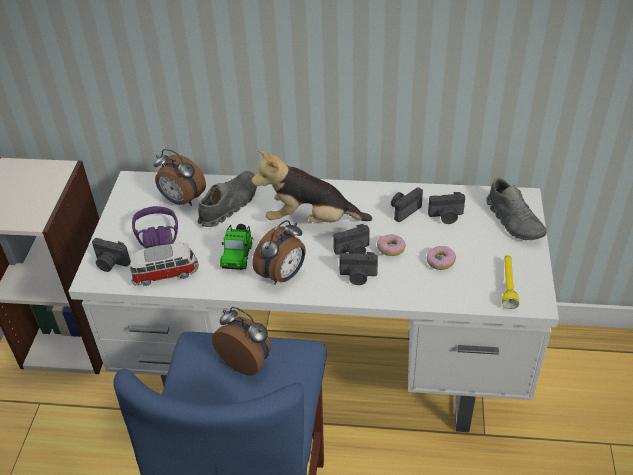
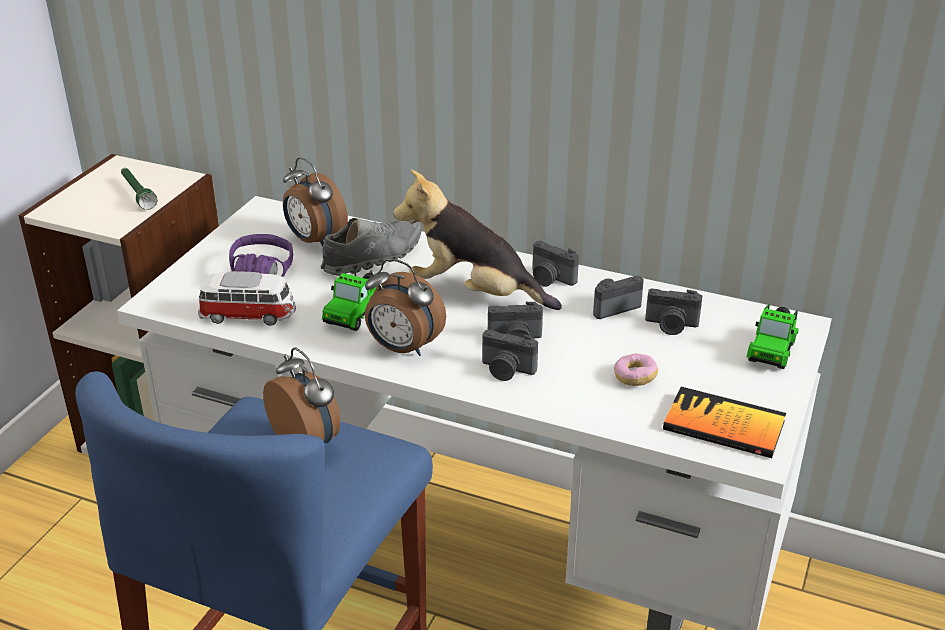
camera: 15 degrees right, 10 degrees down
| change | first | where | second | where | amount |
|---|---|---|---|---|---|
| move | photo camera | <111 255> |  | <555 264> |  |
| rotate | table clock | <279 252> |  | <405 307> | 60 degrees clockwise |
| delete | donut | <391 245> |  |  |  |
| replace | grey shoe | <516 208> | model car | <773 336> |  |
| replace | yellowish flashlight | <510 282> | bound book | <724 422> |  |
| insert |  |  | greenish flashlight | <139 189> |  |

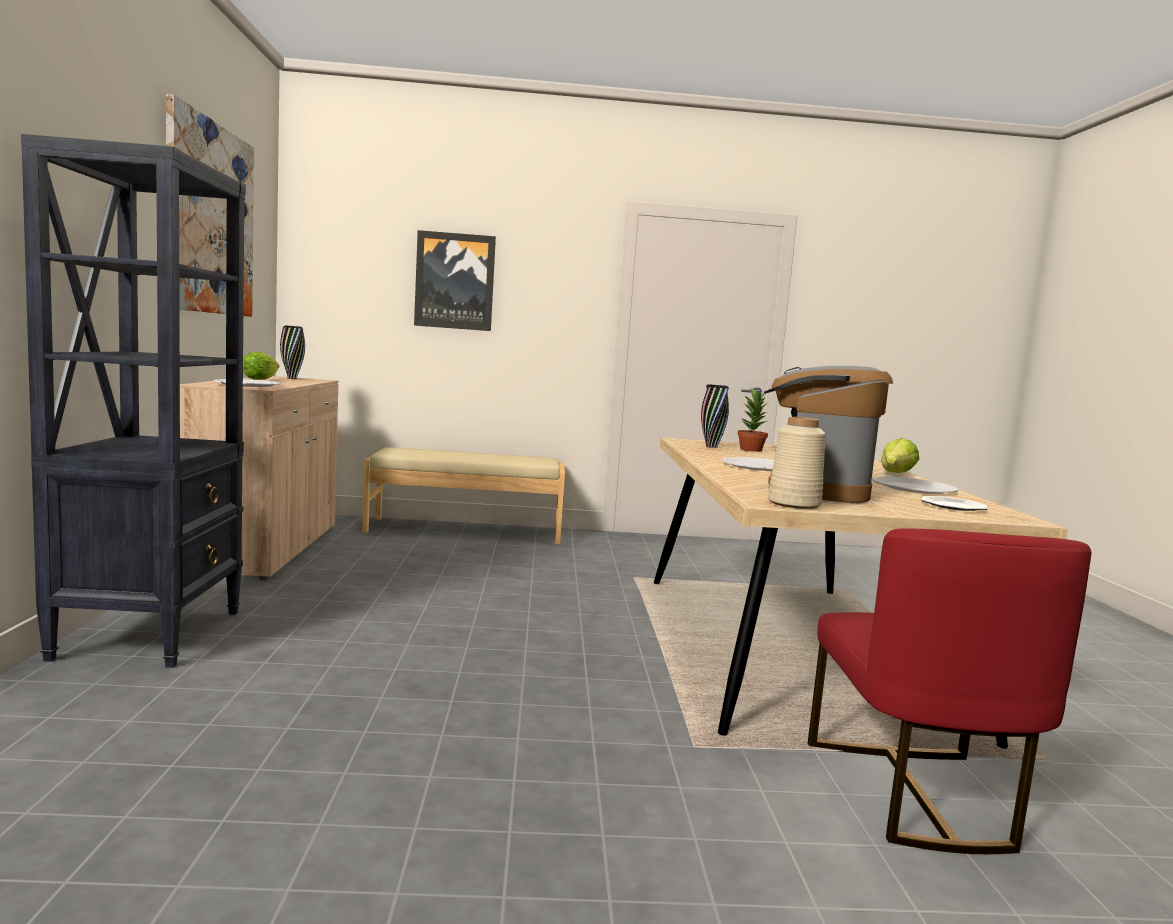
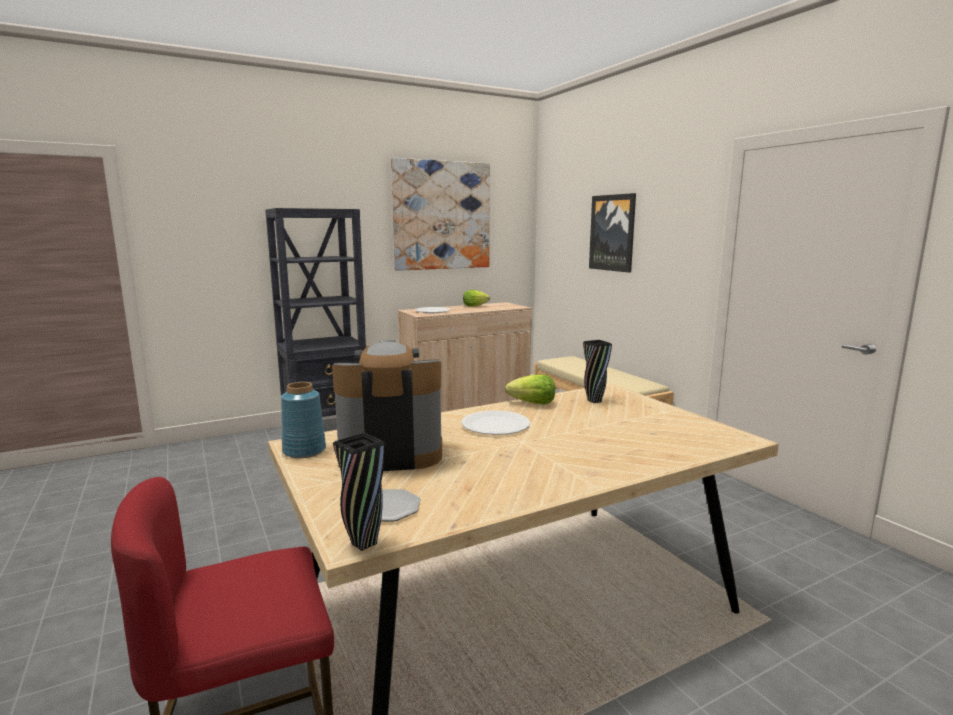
camera: 65 degrees right, 5 degrees up
| change | first | where | second | where | amount |
|---|---|---|---|---|---|
| move | blackish decorative vase | <292 352> |  | <359 491> |  |
| delete | potted plant | <753 420> |  |  |  |
| recolor | beige decorative vase | <797 463> | bluish decorative vase | <303 420> |  |
| delete | white-coloured dinner plate | <915 485> |  |  |  |
| move | lettuce | <900 455> |  | <530 389> |  |

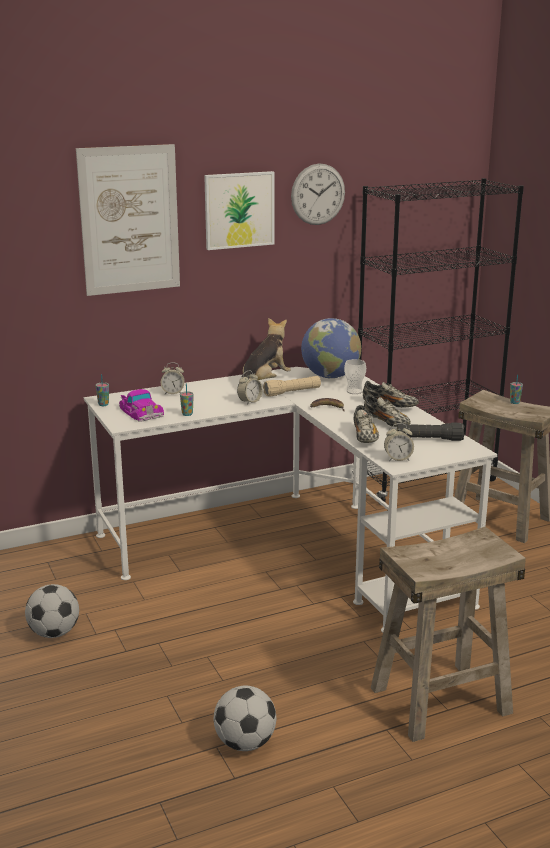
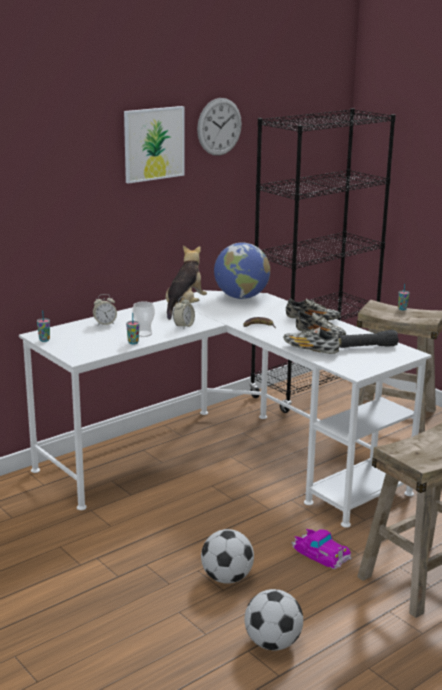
camera: 15 degrees left, 0 degrees up
| change | first | where | second | where | amount |
|---|---|---|---|---|---|
| move | ball for football | <52 611> |  | <227 556> |  |
| delete | picture | <128 220> |  |  |  |
| move | model car | <141 405> |  | <321 549> |  |
| delete | beige flashlight | <292 386> |  |  |  |
| move | cup | <355 376> |  | <143 319> |  |
| rotate | shoe | <366 424> |  | <311 340> | 135 degrees clockwise |
| delete | table clock | <399 442> |  |  |  |

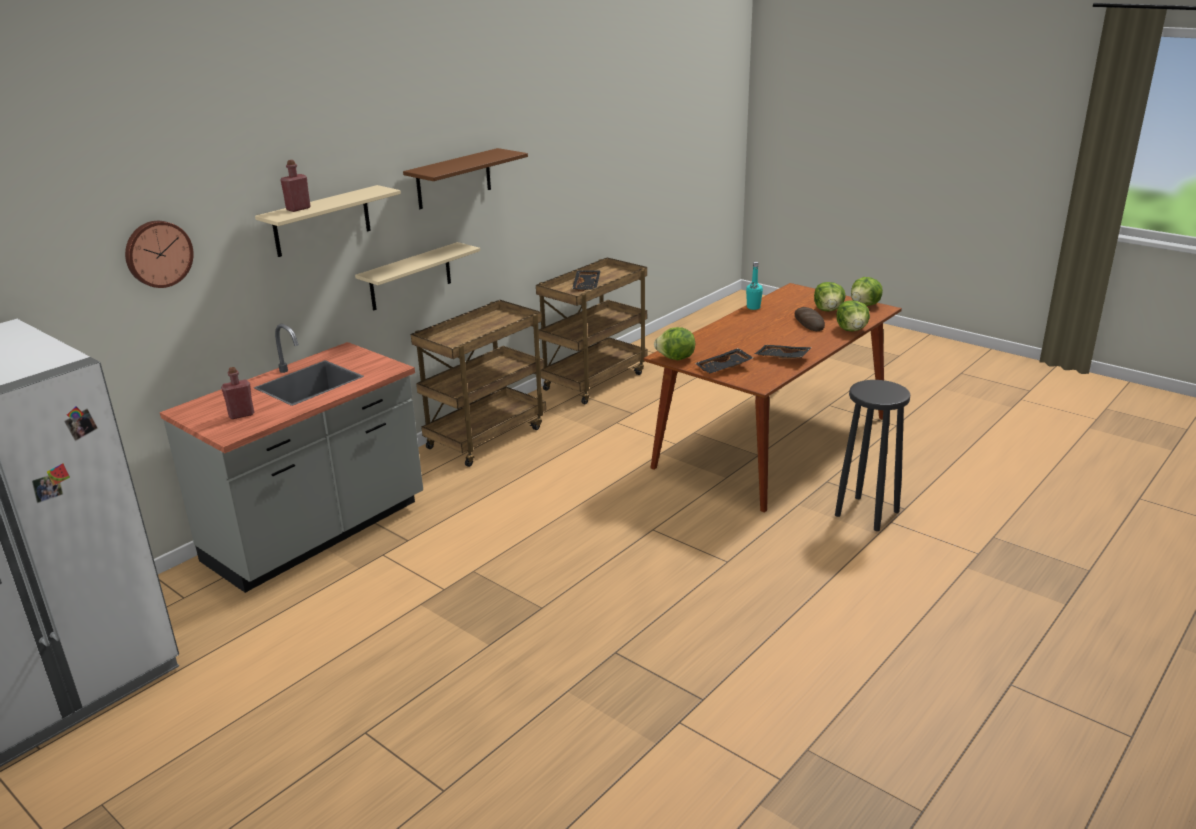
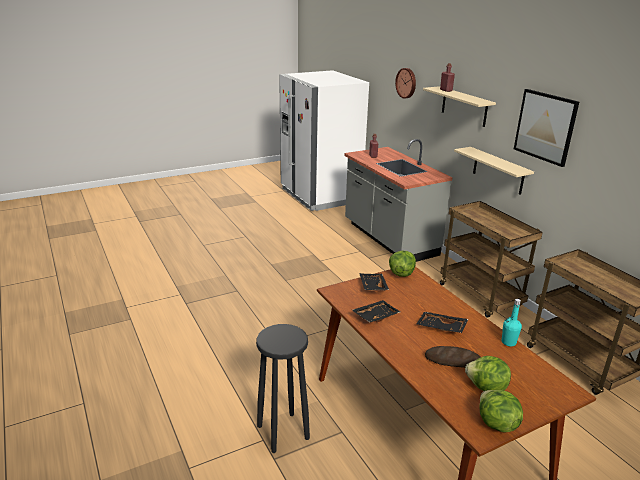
camera: 110 degrees right, 0 degrees up
| change | first | where | second | where | amount |
|---|---|---|---|---|---|
| replace | brown-coloured wall shelf | <465 178> | picture | <546 128> |  |
| move | blackish tray | <586 281> |  | <442 322> |  |
| delete | lettuce | <853 315> |  |  |  |

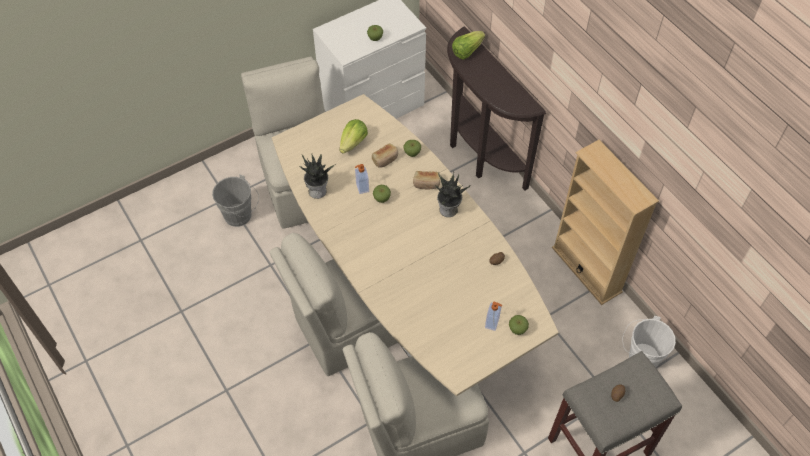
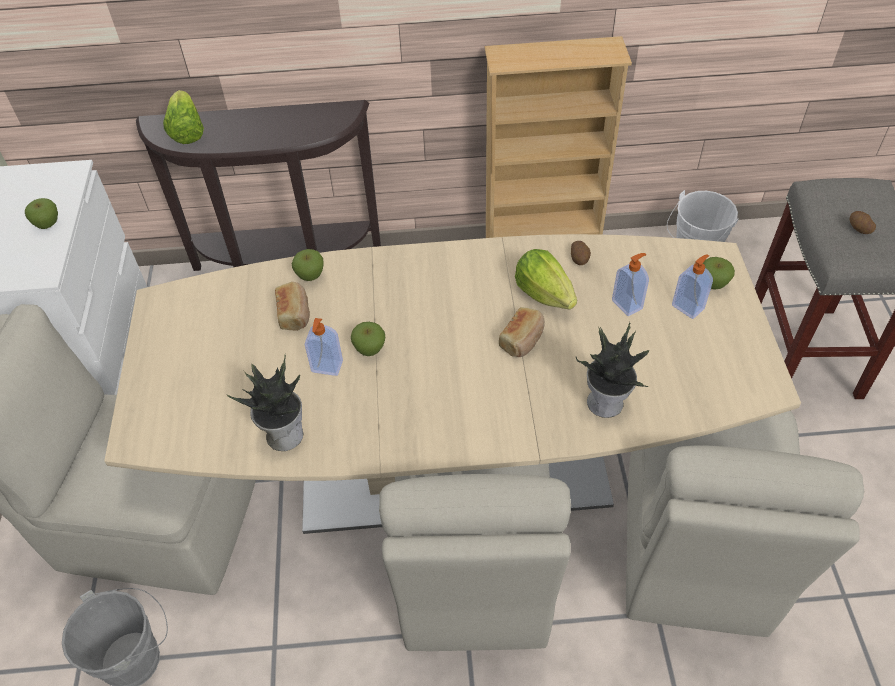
camera: 60 degrees left, 5 degrees down
| change | first | where | second | where | amount |
|---|---|---|---|---|---|
| move | lettuce | <354 136> |  | <546 279> |  |
| move | bread | <426 180> |  | <522 332> |  |
| move | potted plant | <452 195> |  | <612 370> |  |
| insert |  |  | soap dispenser | <630 284> |  |

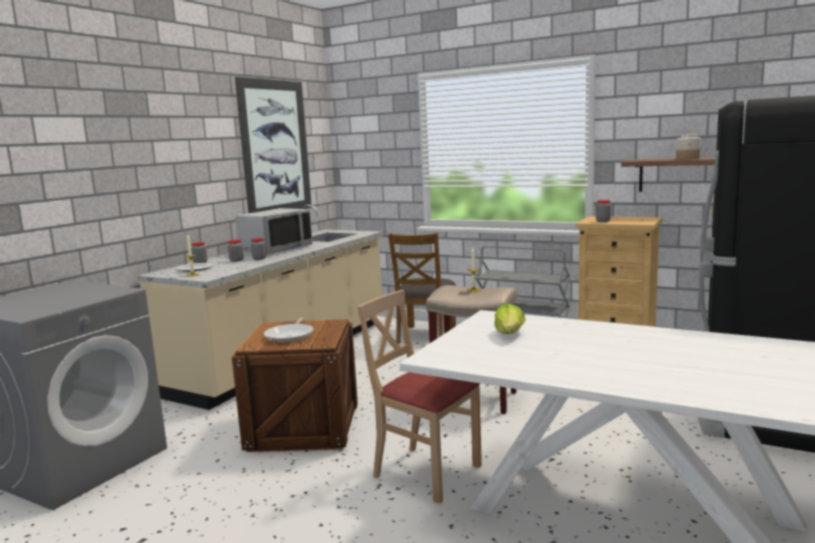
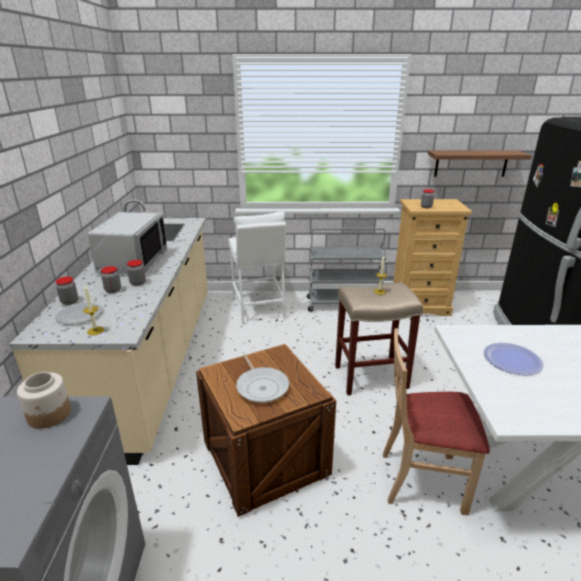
camera: 30 degrees left, 15 degrees up
| change | first | where | second | where | amount |
|---|---|---|---|---|---|
| delete | picture | <273 145> |  |  |  |
| replace | brown-coloured chair | <422 288> | white-coloured stool | <257 268> |  |
| replace | lettuce | <510 319> | dinner plate | <514 359> |  |
| move | storage jar | <688 146> |  | <44 400> |  |

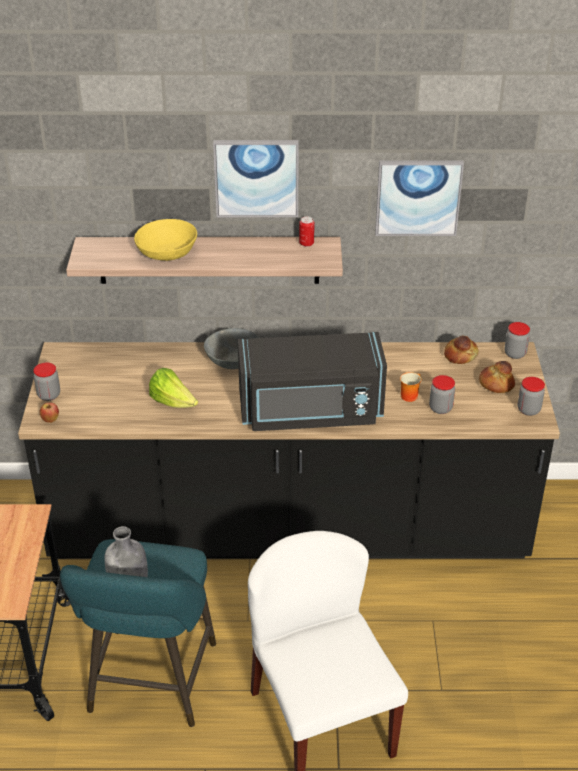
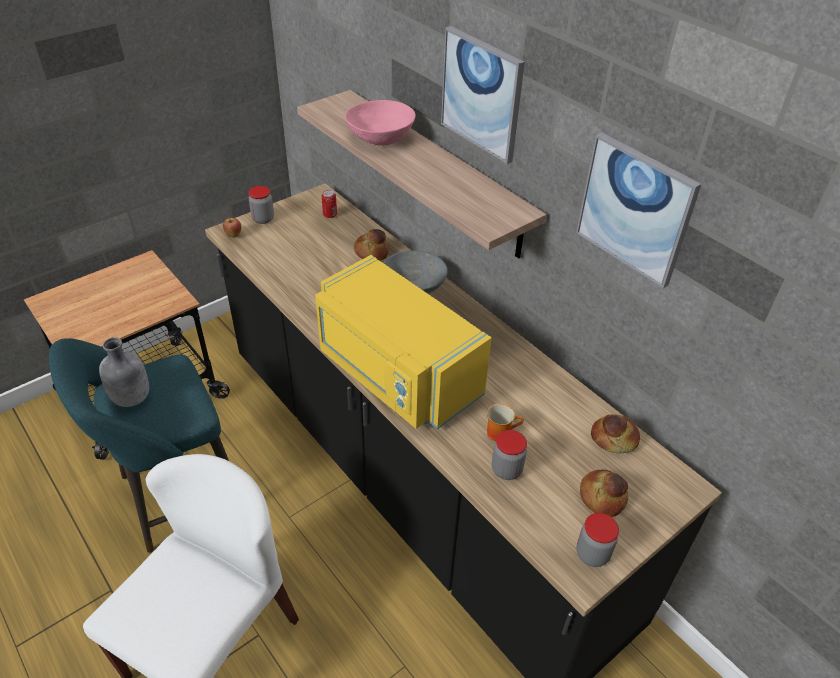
camera: 50 degrees right, 5 degrees up
| change | first | where | second | where | amount |
|---|---|---|---|---|---|
| recolor | yellowish deep dish | <165 240> | pink-coloured deep dish | <380 123> |  |
| delete | lettuce | <173 388> |  |  |  |
| recolor | blackish microwave | <312 381> | yellowish microwave | <403 342> |  |
| move | metal can | <307 232> |  | <329 204> |  |
| delete | storage jar | <517 340> |  |  |  |
| insert |  |  | bread | <371 245> |  |

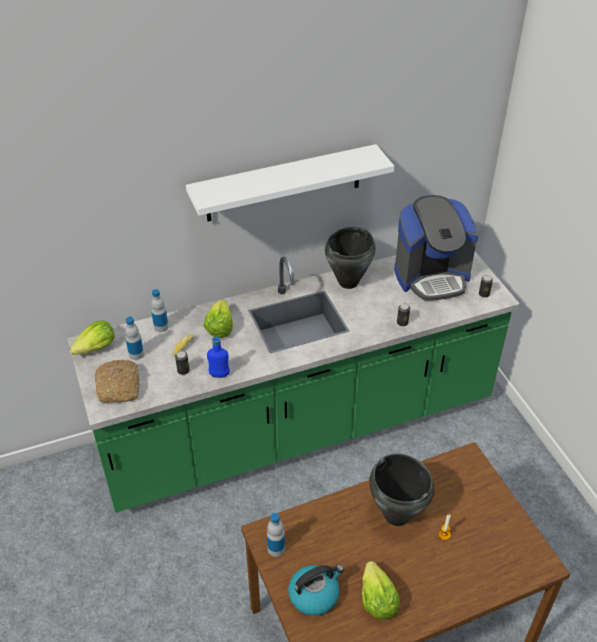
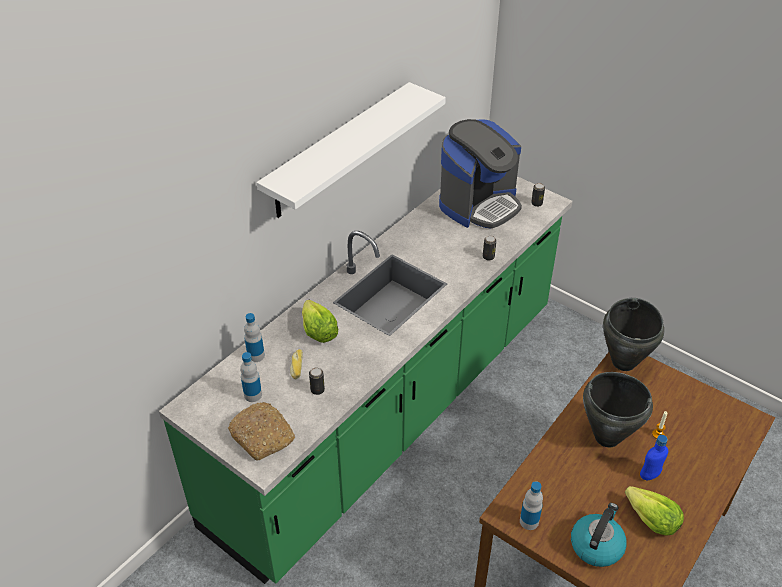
camera: 30 degrees left, 0 degrees up
| change | first | where | second | where | amount |
|---|---|---|---|---|---|
| delete | lettuce | <91 337> |  |  |  |
| move | bluish drink bottle | <218 357> |  | <654 457> |  |
| move | blackish cooking pot | <350 258> |  | <633 334> |  |

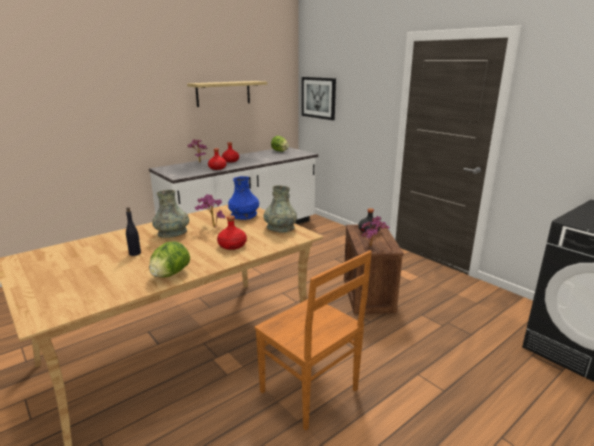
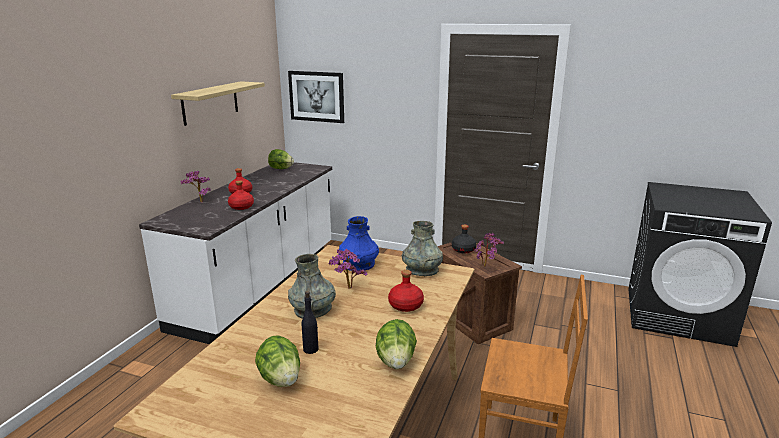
camera: 30 degrees left, 0 degrees up
| change | first | where | second | where | amount |
|---|---|---|---|---|---|
| insert |  |  | lettuce | <277 361> |  |

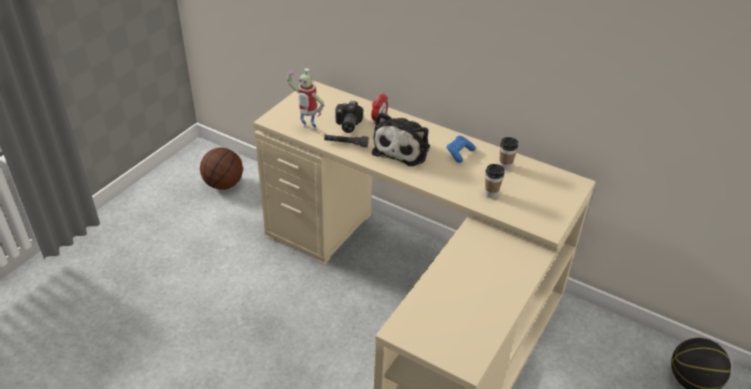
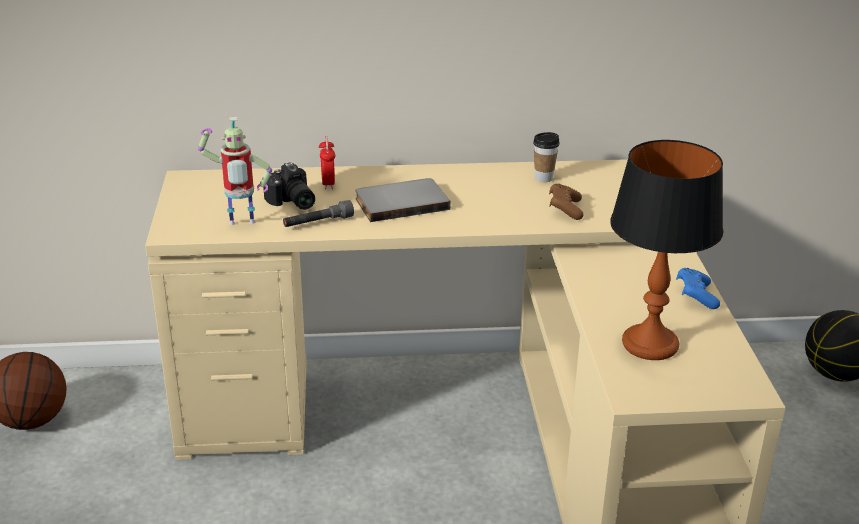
camera: 35 degrees left, 10 degrees down
| change | first | where | second | where | amount |
|---|---|---|---|---|---|
| replace | cuddly toy | <401 139> | grey bound book | <402 200> |  |
| move | bluish joypad | <461 149> |  | <698 288> |  |
| replace | cup | <495 181> | brown-coloured joypad | <566 202> |  |
| insert |  |  | tabletop lamp | <666 250> |  |

